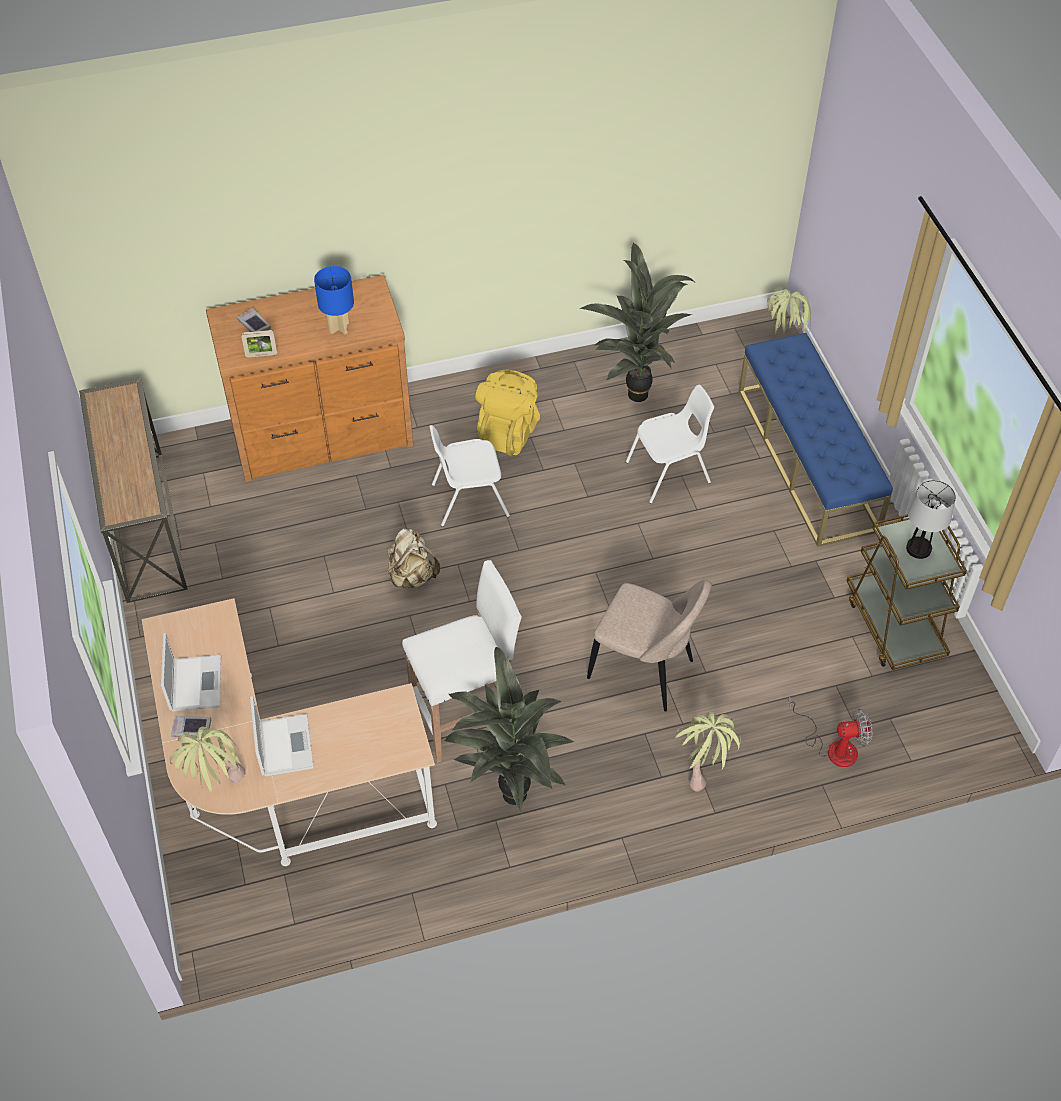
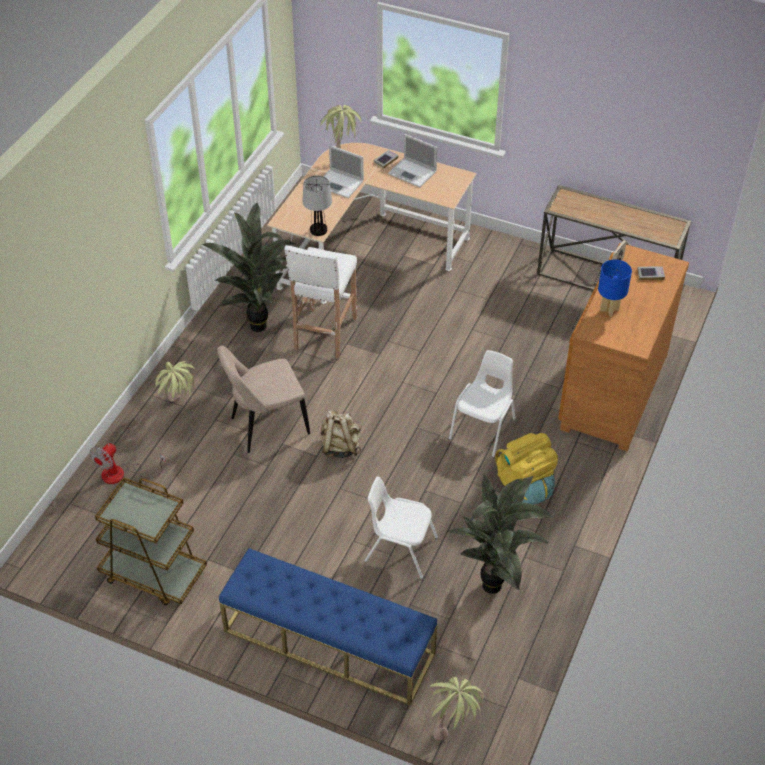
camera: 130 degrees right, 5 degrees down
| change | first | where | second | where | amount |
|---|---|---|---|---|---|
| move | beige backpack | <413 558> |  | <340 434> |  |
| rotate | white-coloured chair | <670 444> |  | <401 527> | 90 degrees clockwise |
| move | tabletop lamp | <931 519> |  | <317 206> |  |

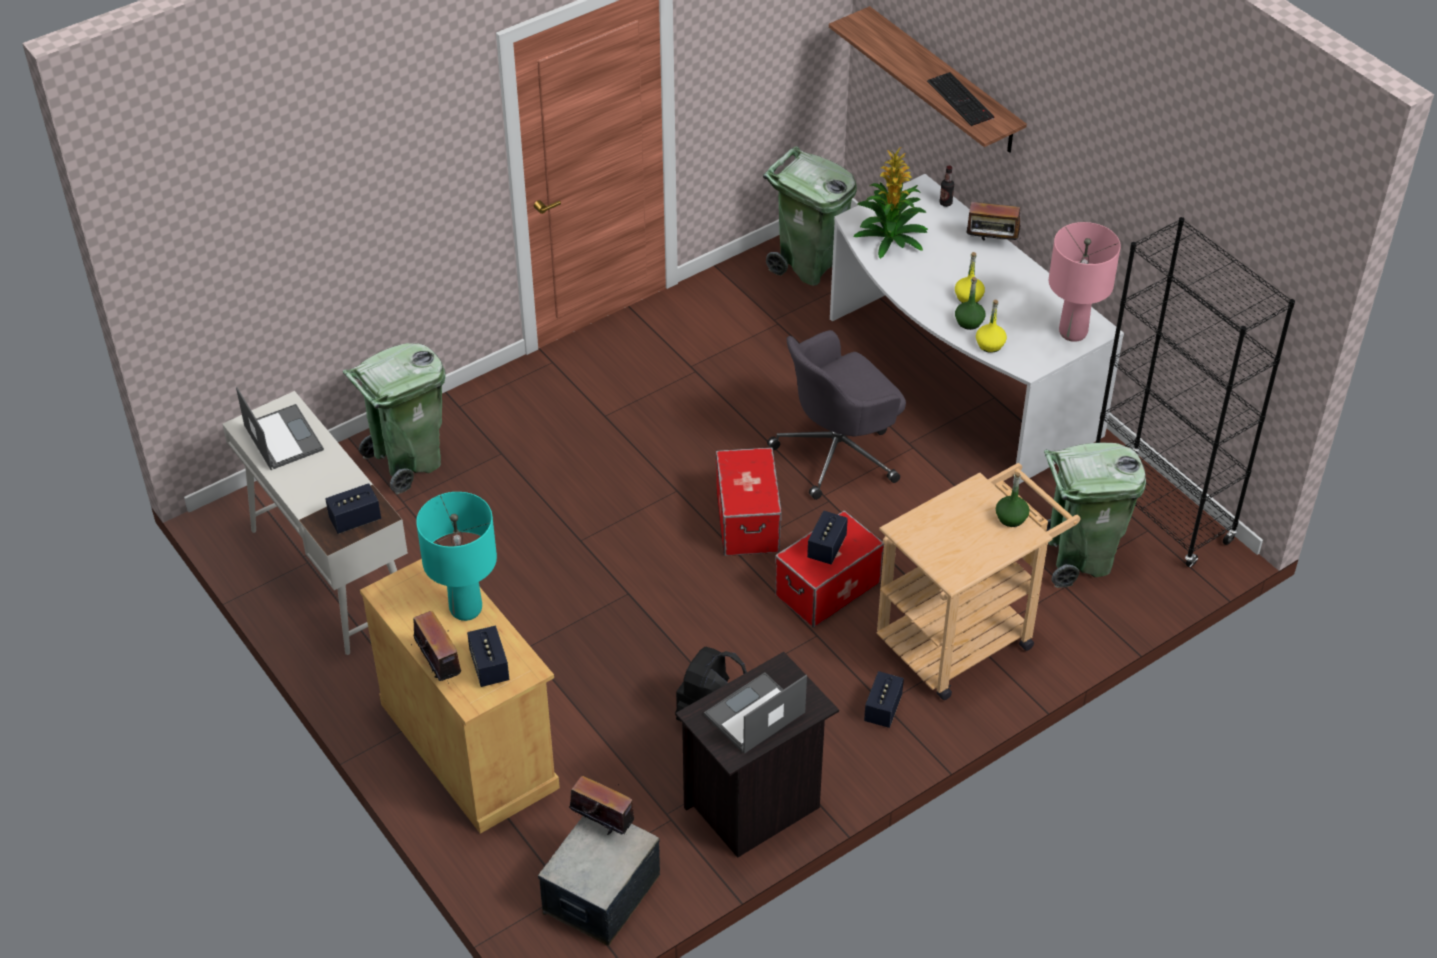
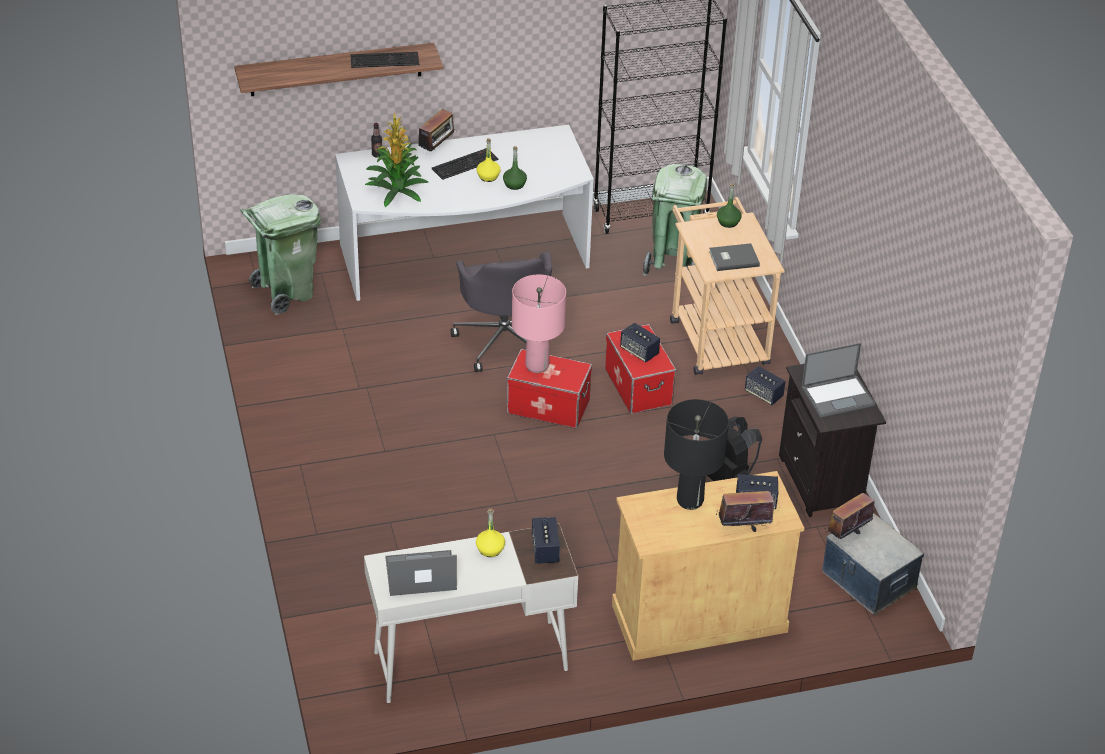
camera: 70 degrees left, 5 degrees down
| change | first | where | second | where | amount |
|---|---|---|---|---|---|
| delete | greenish waste bin | <394 418> |  |  |  |
| recolor | blue-green tabletop lamp | <456 556> | blackish tabletop lamp | <696 454> |  |
| rotate | notebook computer | <755 713> |  | <838 380> | 90 degrees counterclockwise |
| move | yellowish drink bottle | <991 326> |  | <490 533> |  |
| move | pink-coloured tabletop lamp | <1085 282> |  | <539 324> |  |
| insert |  |  | computer keyboard | <465 164> |  |
| insert |  |  | grey bound book | <734 257> |  |

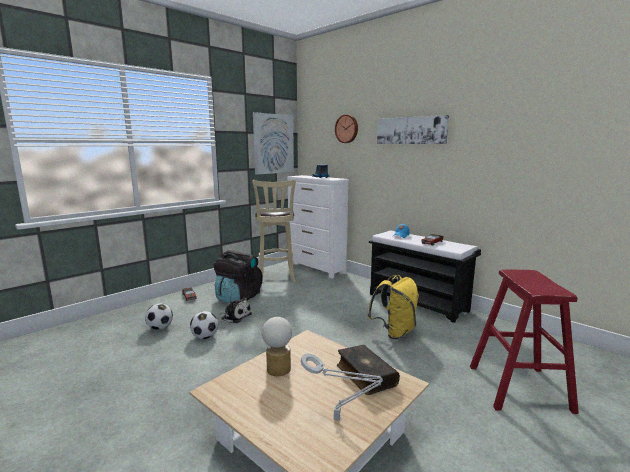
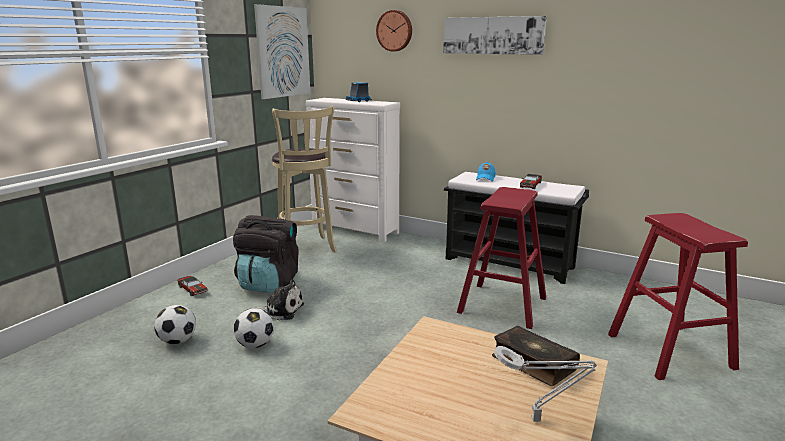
camera: 15 degrees left, 5 degrees up
| change | first | where | second | where | amount |
|---|---|---|---|---|---|
| delete | tabletop lamp | <277 346> |  |  |  |
| replace | yellowish backpack | <393 307> | red stool | <501 258> |  |

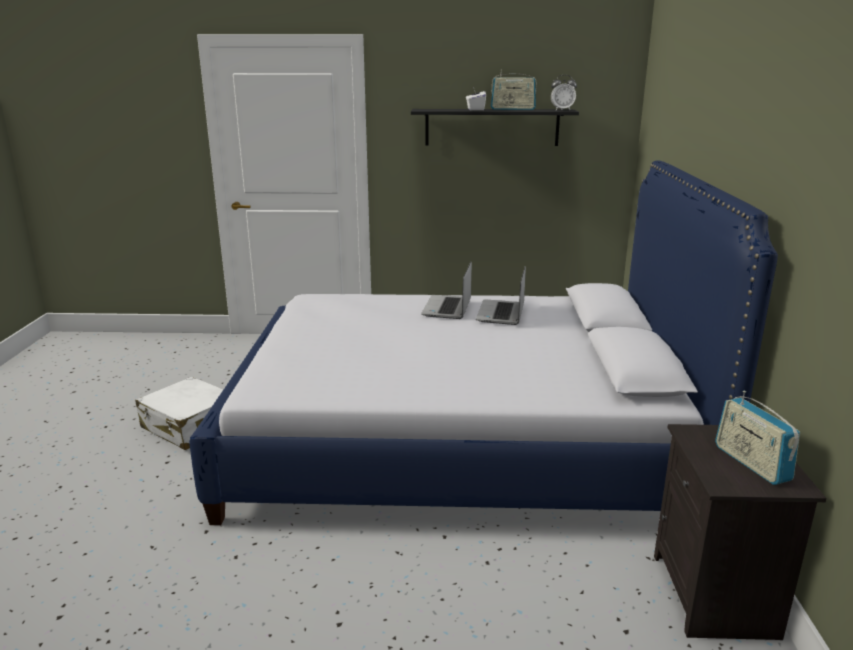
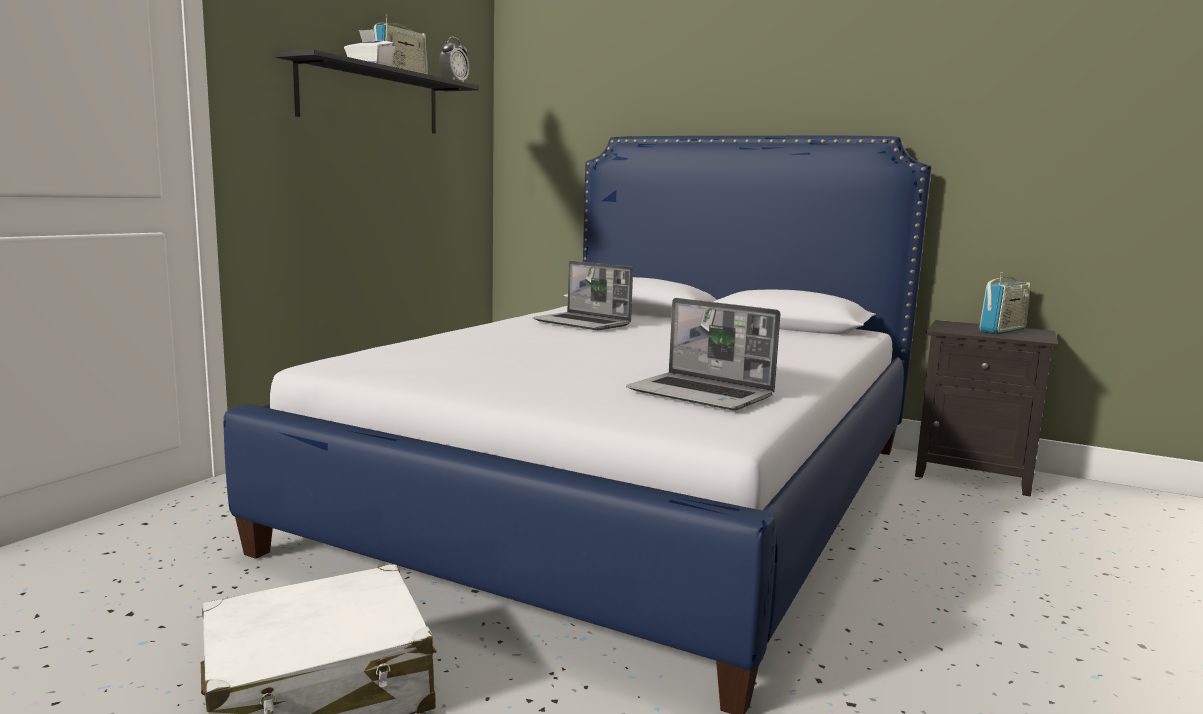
camera: 65 degrees left, 10 degrees down
| change | first | where | second | where | amount |
|---|---|---|---|---|---|
| move | notebook computer | <446 290> |  | <703 354> |  |
| rotate | radio | <757 438> |  | <1005 303> | 45 degrees counterclockwise |

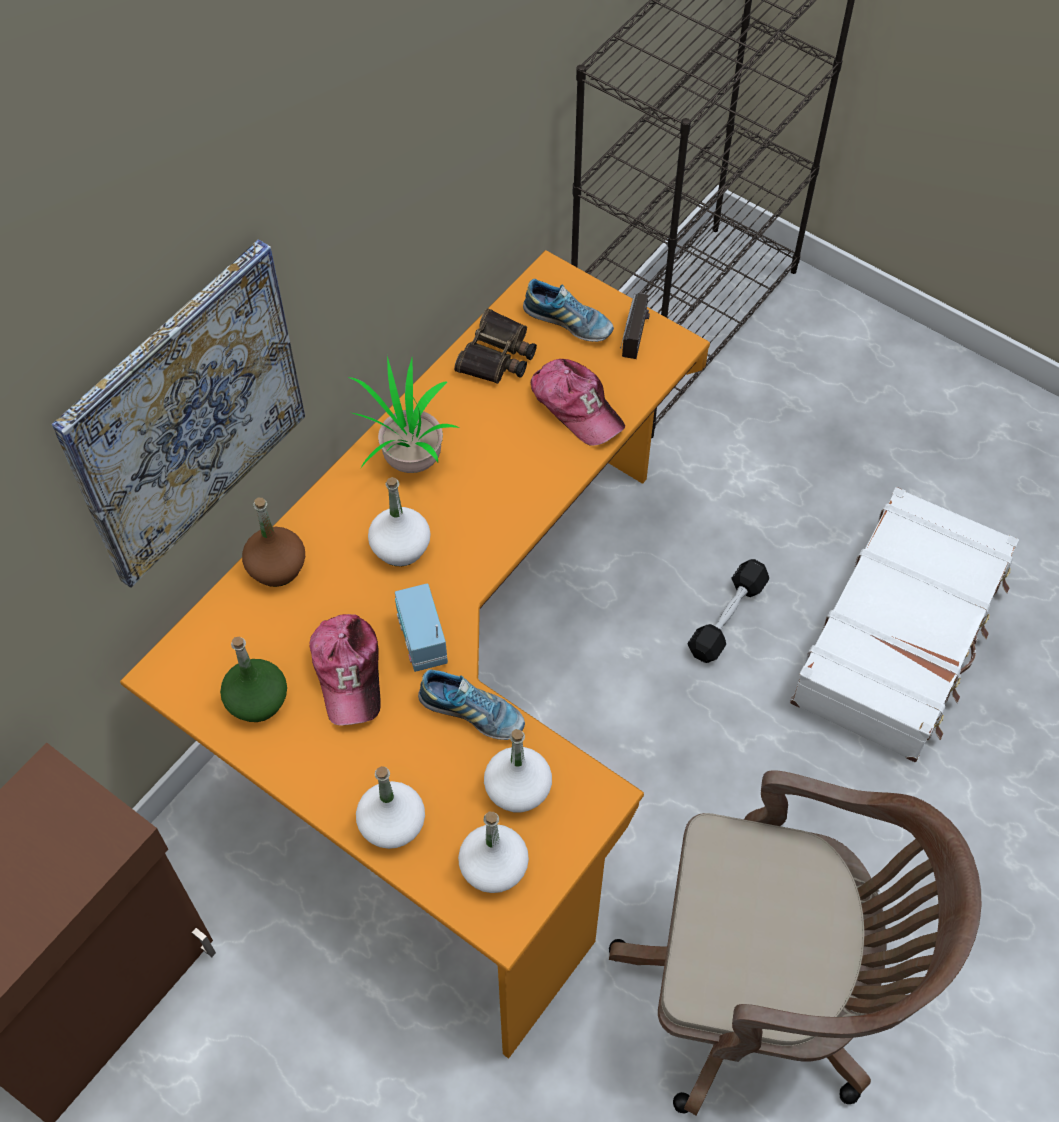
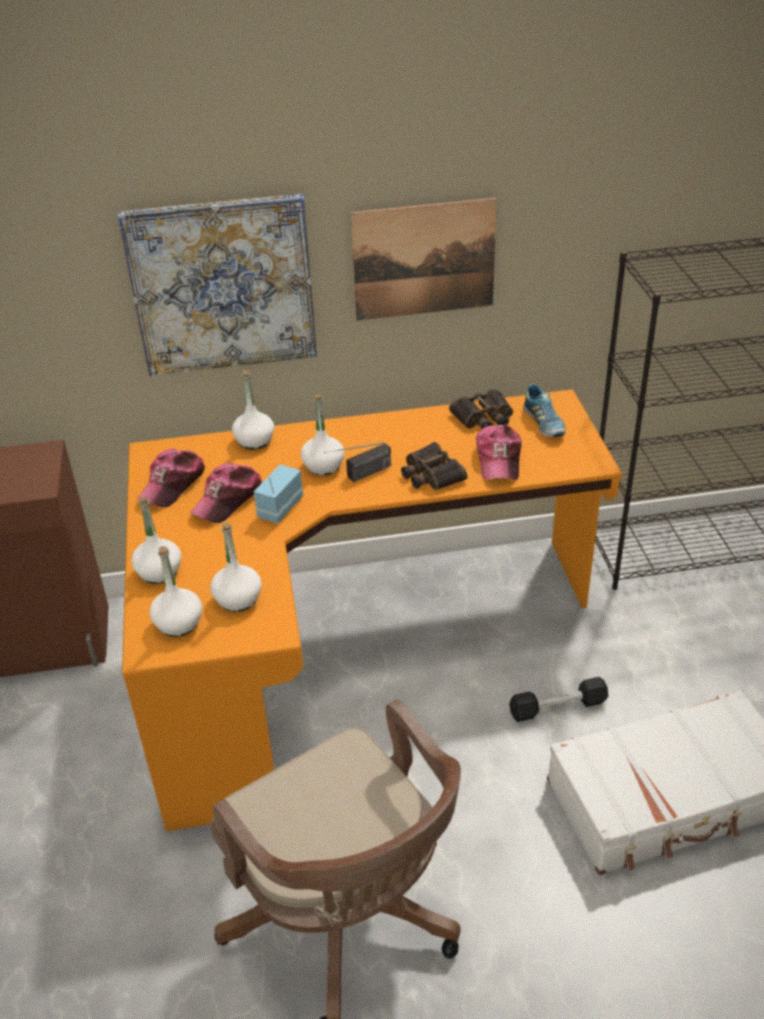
camera: 45 degrees right, 20 degrees down
| change | first | where | second | where | amount |
|---|---|---|---|---|---|
| replace | greenish drink bottle | <253 679> | cap | <171 478> |  |
| recolor | brown-coloured drink bottle | <273 542> | white-coloured drink bottle | <253 410> |  |
| delete | potted plant | <403 414> |  |  |  |
| delete | shoe | <471 704> |  |  |  |
| move | radio | <635 326> |  | <357 462> |  |
| insert |  |  | picture | <424 259> |  |
| insert |  |  | binoculars | <434 466> |  |

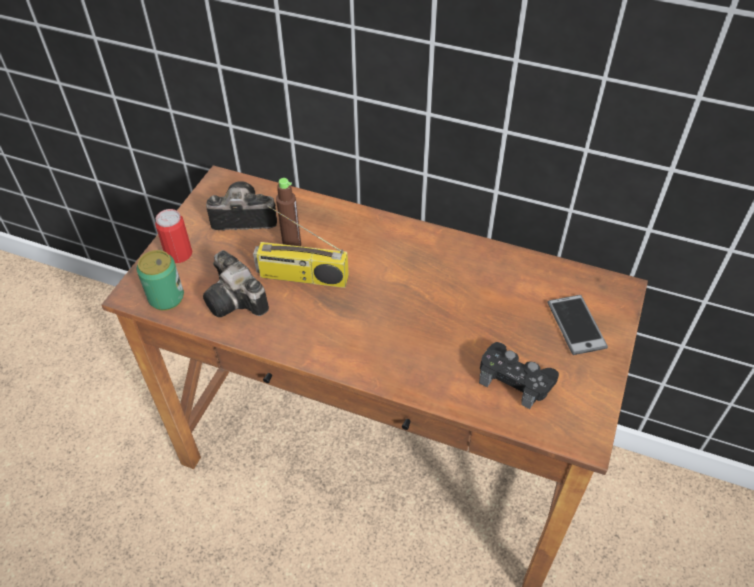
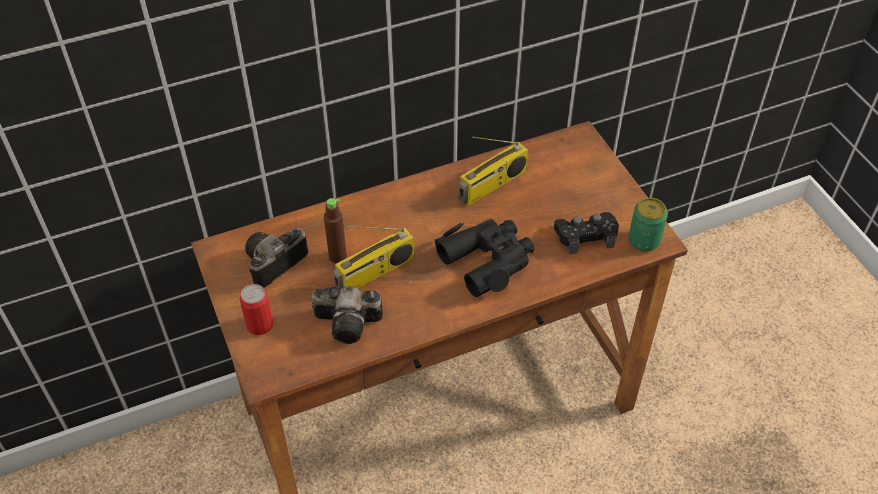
camera: 45 degrees left, 0 degrees up
| change | first | where | second | where | amount |
|---|---|---|---|---|---|
| move | metal can | <160 280> |  | <648 225> |  |
| delete | phone | <577 325> |  |  |  |
| insert |  |  | blackish binoculars | <484 258> |  |
| insert |  |  | radio | <493 171> |  |

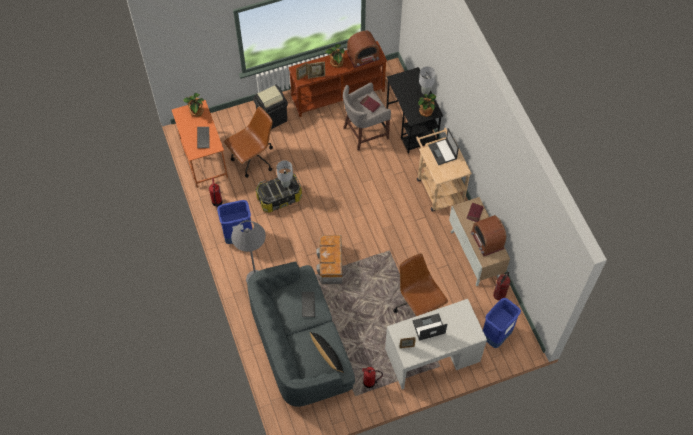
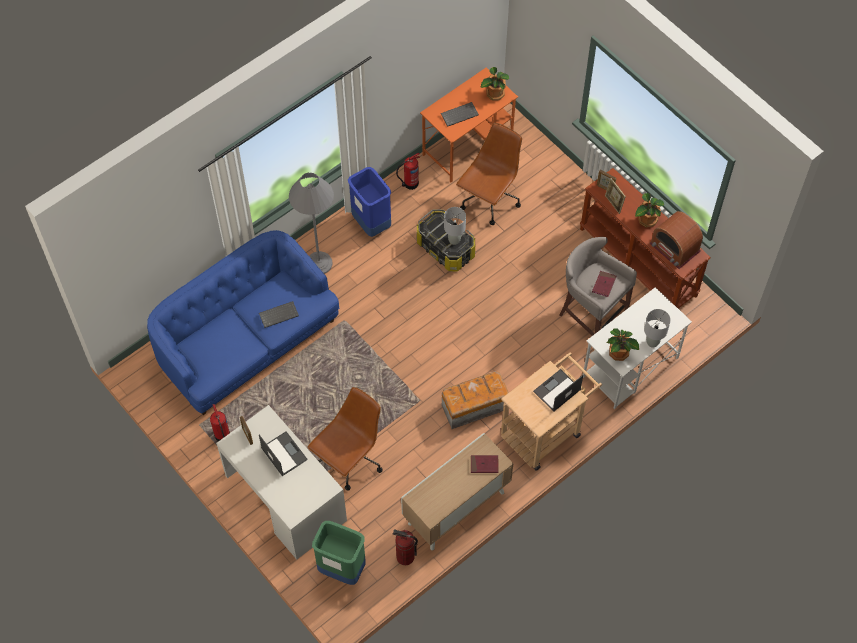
camera: 70 degrees right, 0 degrees up
| change | first | where | second | where | amount |
|---|---|---|---|---|---|
| rotate | brown-coloured desk chair | <248 142> |  | <489 174> | 90 degrees counterclockwise |
| recolor | grey settee | <301 334> | bluish settee | <243 322> |  |
| delete | blackish waste bin | <270 107> |  |  |  |
| delete | blackish cushion | <327 352> |  |  |  |
| move | storage box | <329 259> |  | <475 400> |  |
| recolor | blackish desk table | <414 110> | white-coloured desk table | <637 348> |  |
| delete | radio | <489 235> |  |  |  |
| recolor | bluish waste bin | <502 323> | greenish waste bin | <339 553> |  |

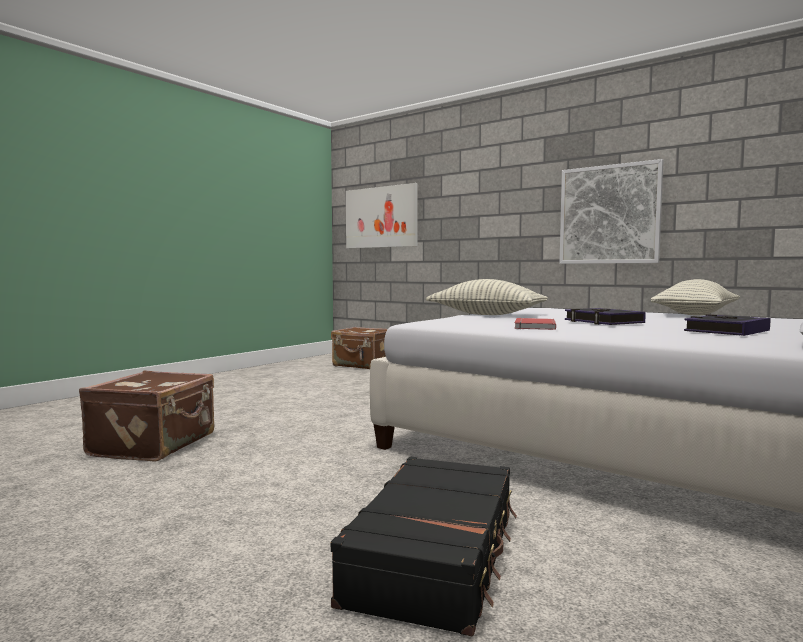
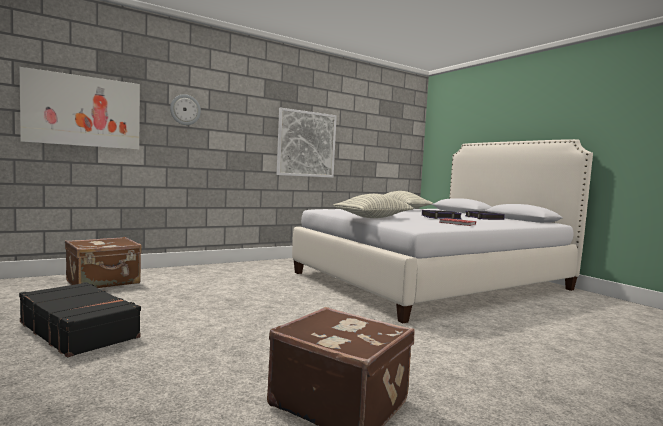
camera: 70 degrees left, 0 degrees up
| change | first | where | second | where | amount |
|---|---|---|---|---|---|
| move | blackish travel case | <424 546> |  | <80 320> |  |
| insert |  |  | wall clock | <185 109> |  |

